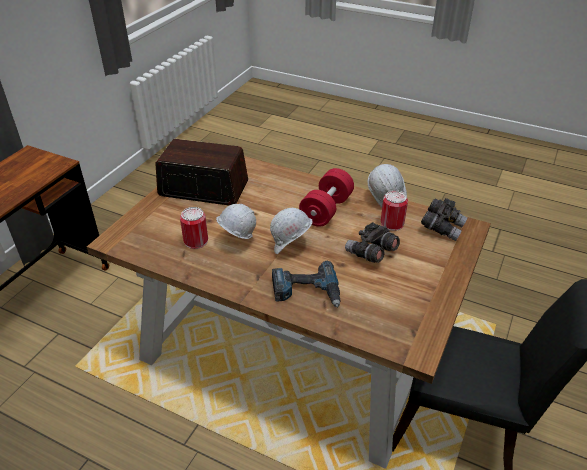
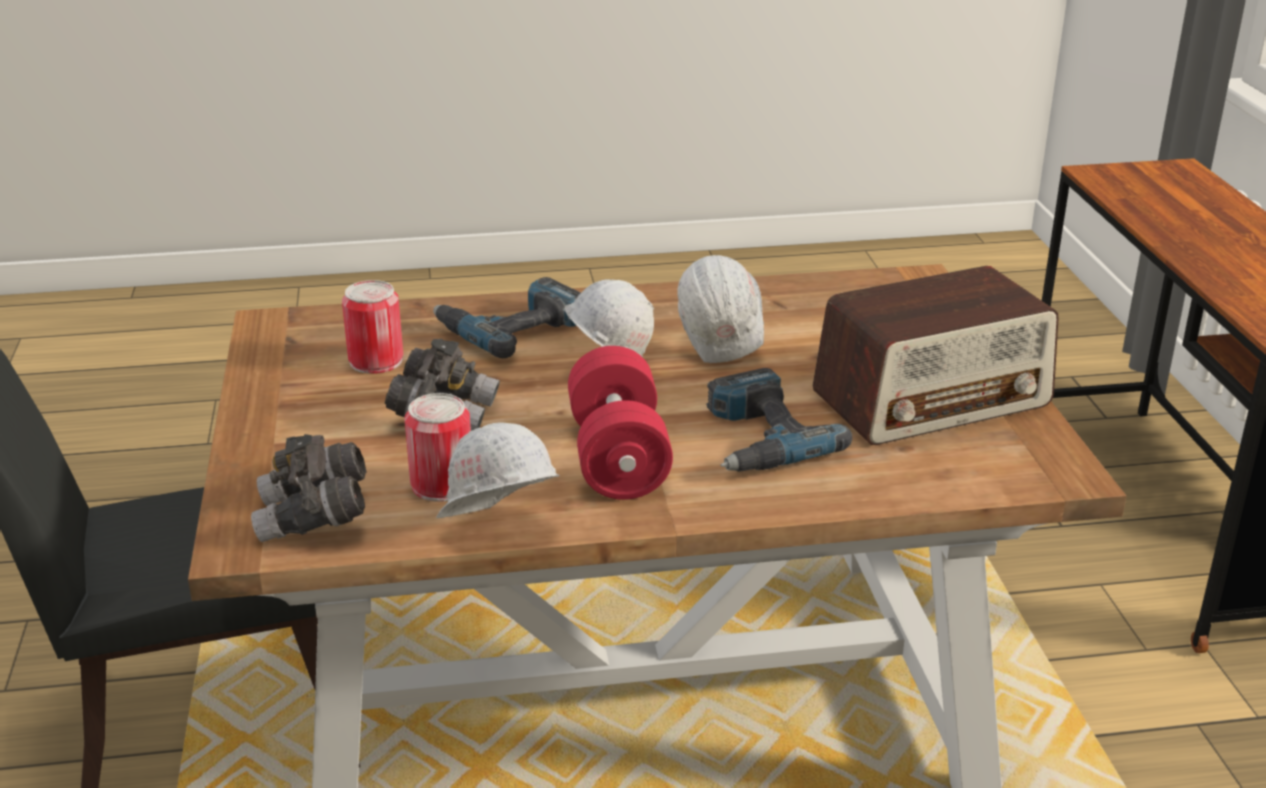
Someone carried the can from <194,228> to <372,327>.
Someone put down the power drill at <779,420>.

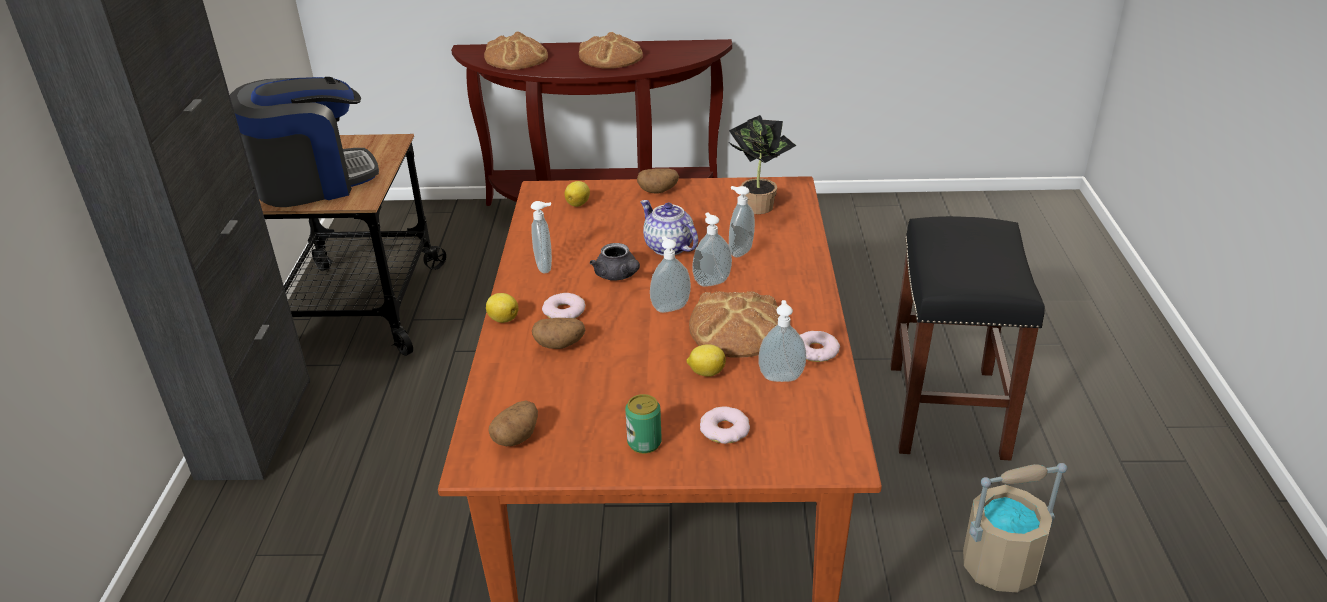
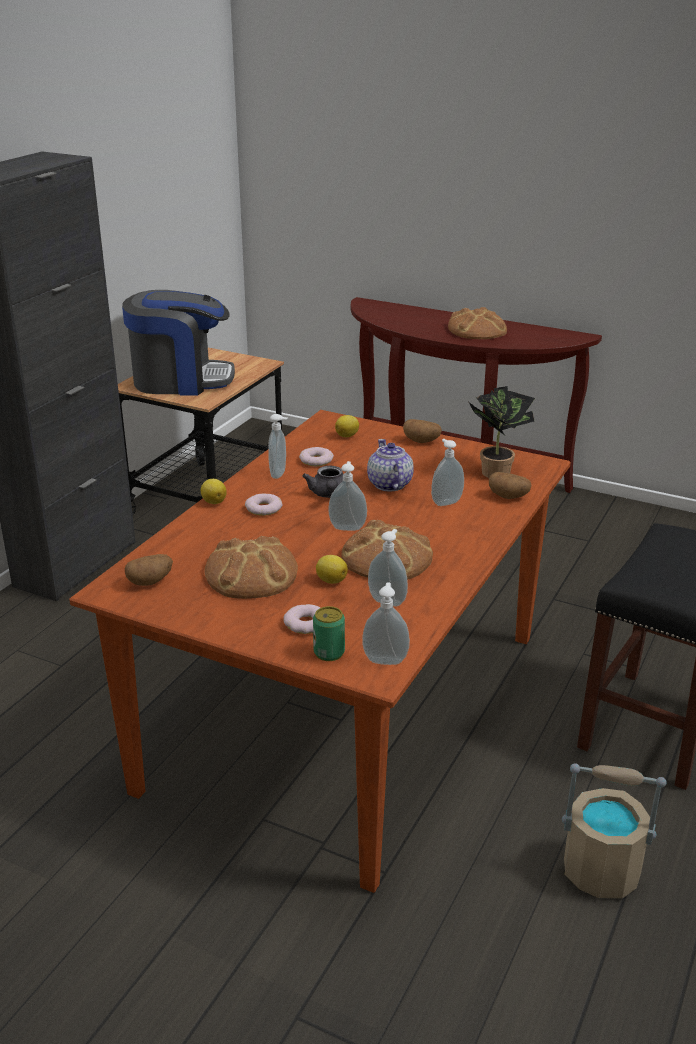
Someone carried the bread from <516,50> to <251,567>.
Someone carried the soap dispenser from <712,249> to <386,623>.
Someone carried the potato from <558,333> to <510,485>.
Someone carried the donut from <820,346> to <316,456>.
Someone carried the can from <643,424> to <329,633>.

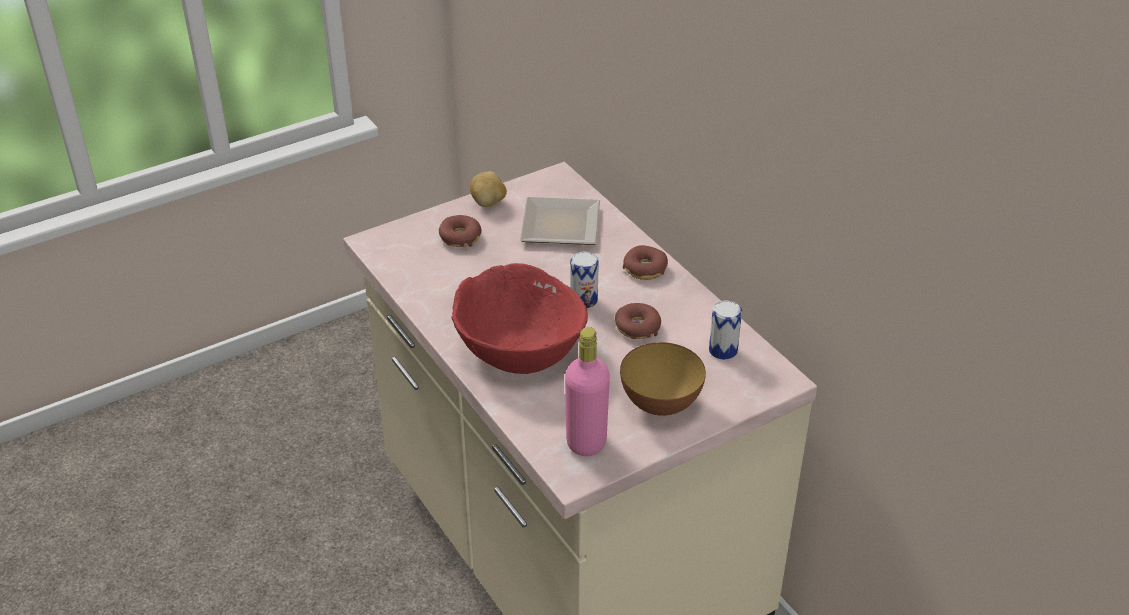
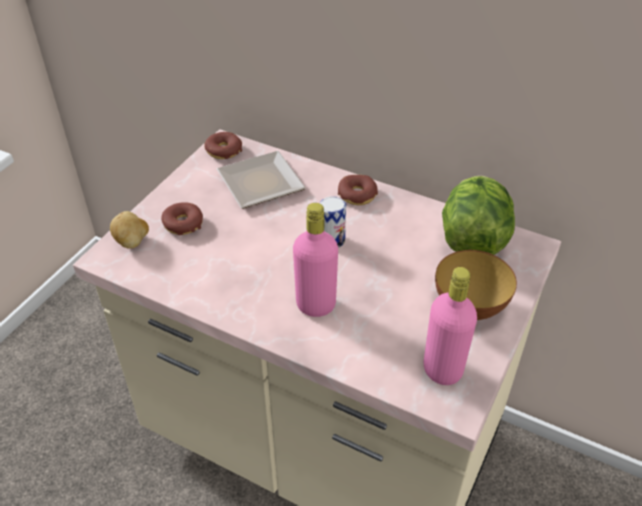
Someone carried the potato from <488,189> to <129,230>.
Someone swapped the red bowl at <519,318> for the pink bottle at <315,260>.
Someone swapped the can at <725,330> for the lettuce at <478,215>.
Someone carried the donut from <638,321> to <223,145>.

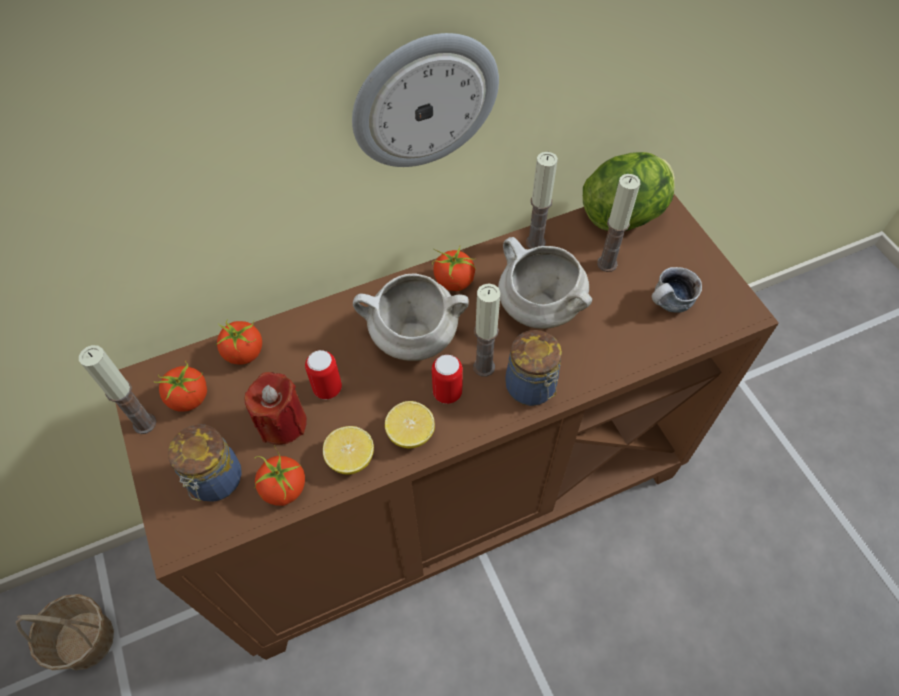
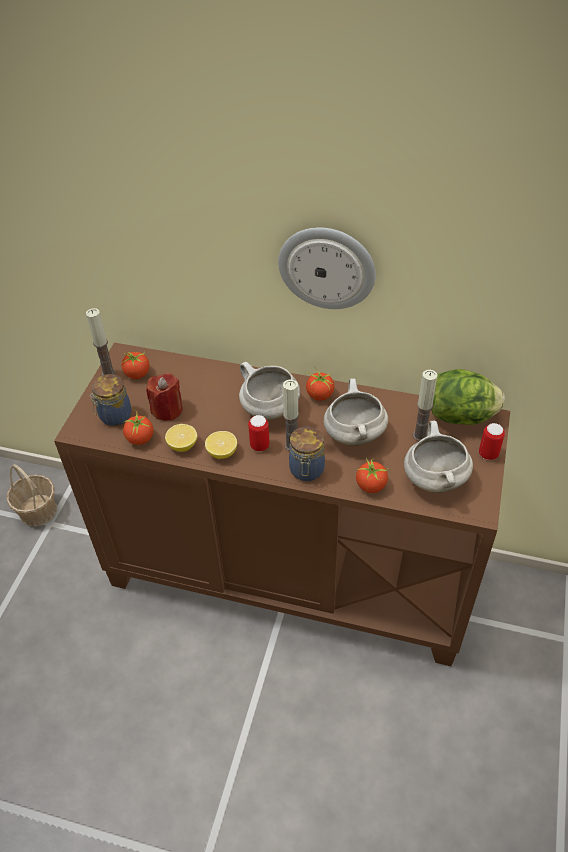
Someone took away the candle at <542,200>.
Someone swapped the mug at <677,290> for the white cooking pot at <438,456>.
Someone carried the tomato from <238,342> to <372,475>.
Someone carried the can from <323,375> to <492,441>.

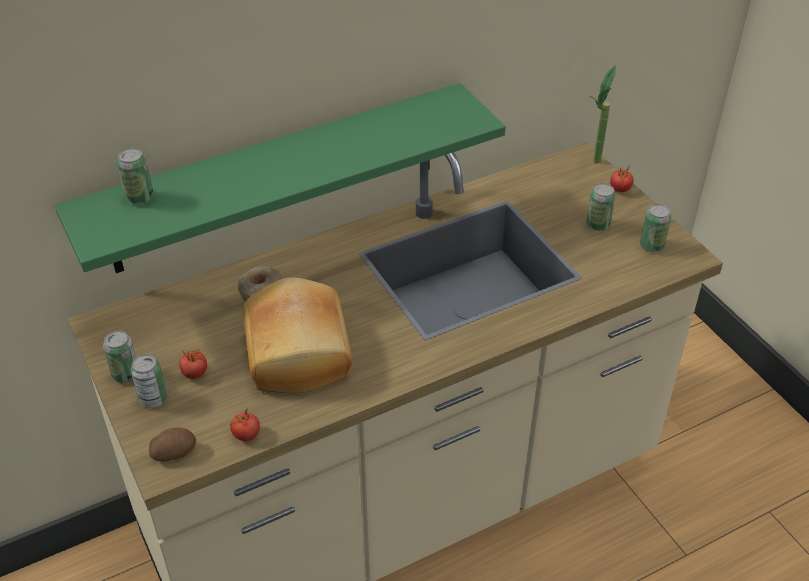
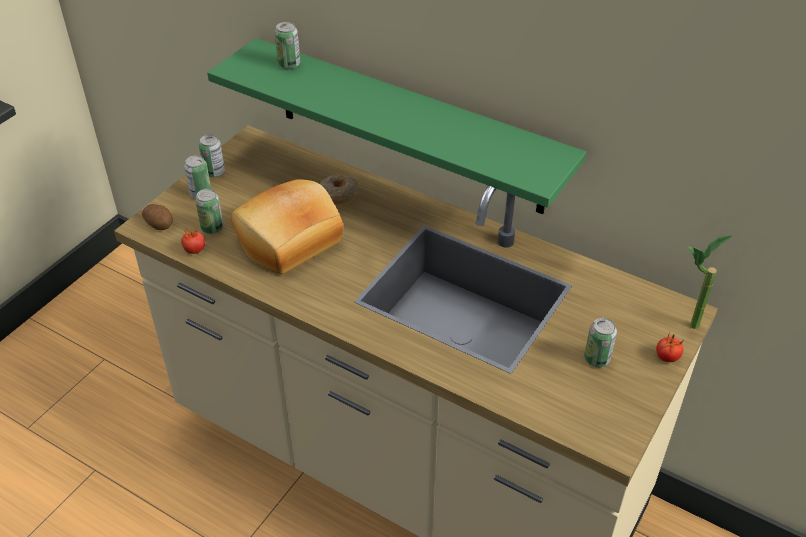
Someone carried the can from <655,228> to <209,211>.
Someone took away the tomato at <193,364>.

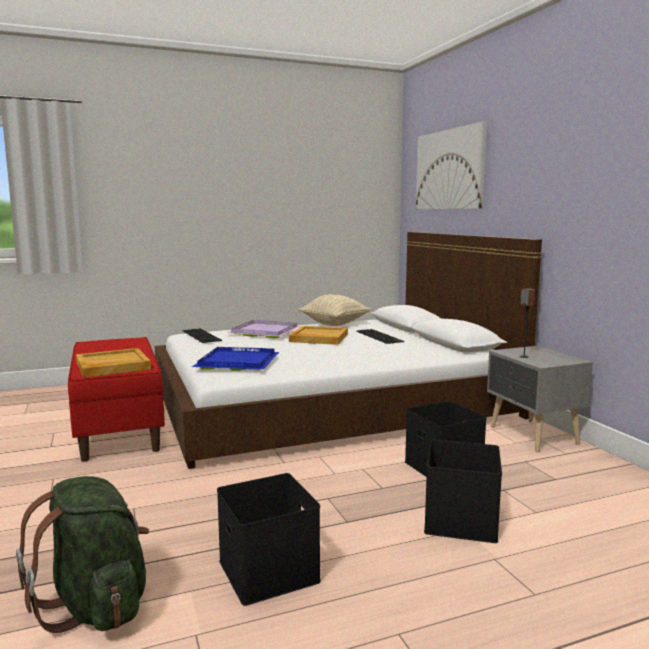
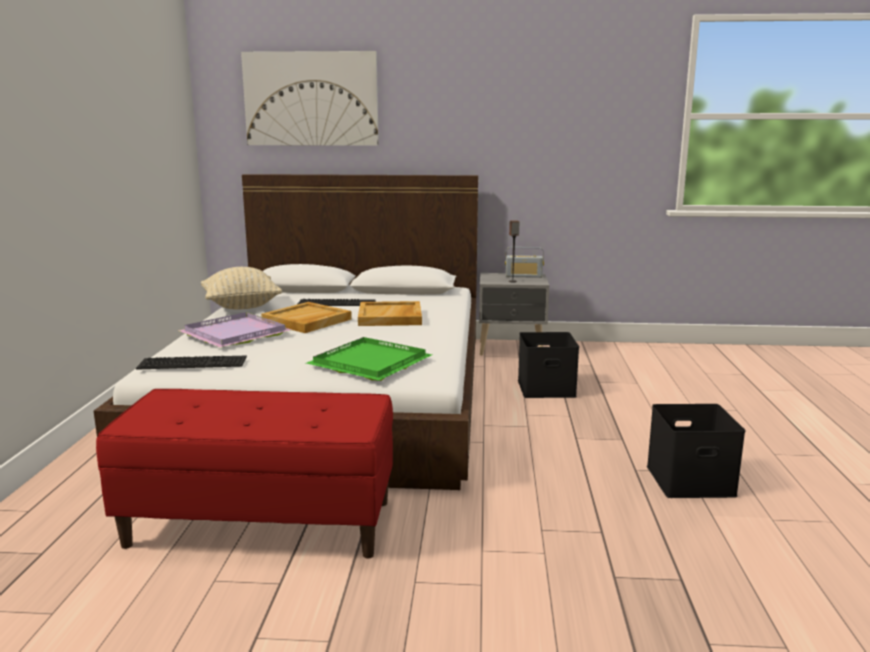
Someone repainted the blue tray at <235,359>, which became the green tray at <369,359>.
Someone carried the beige tray from <113,363> to <390,313>.
Someone took away the black storage box at <463,491>.
Someone took away the green backpack at <82,554>.
Someone put down the radio at <524,262>.

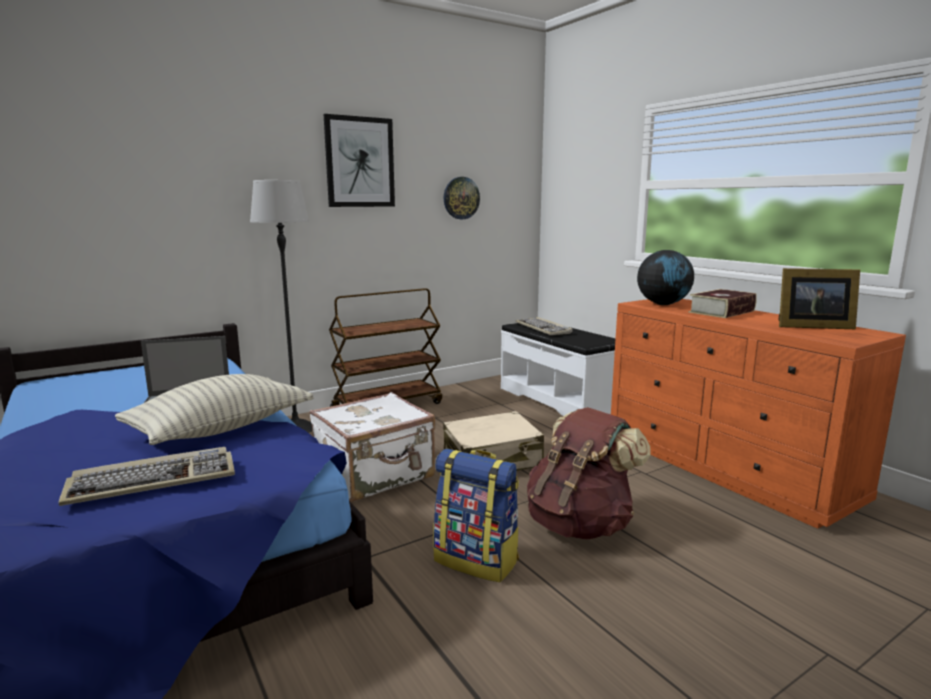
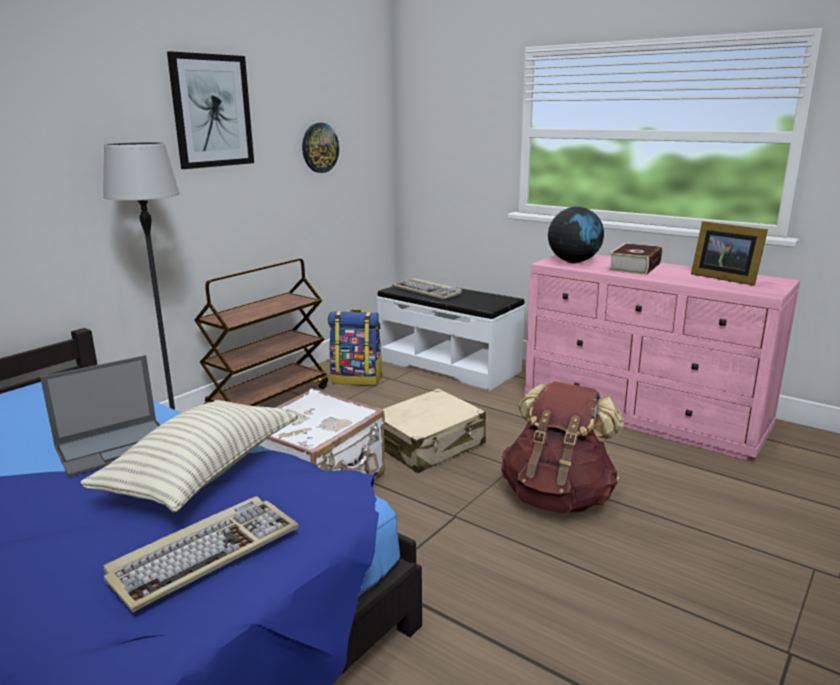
Someone rotated the picture frame at <819,298> by 60 degrees clockwise.
Someone repainted the orange dresser at <758,414>, which became the pink dresser at <662,357>.
Someone carried the backpack from <476,516> to <355,347>.

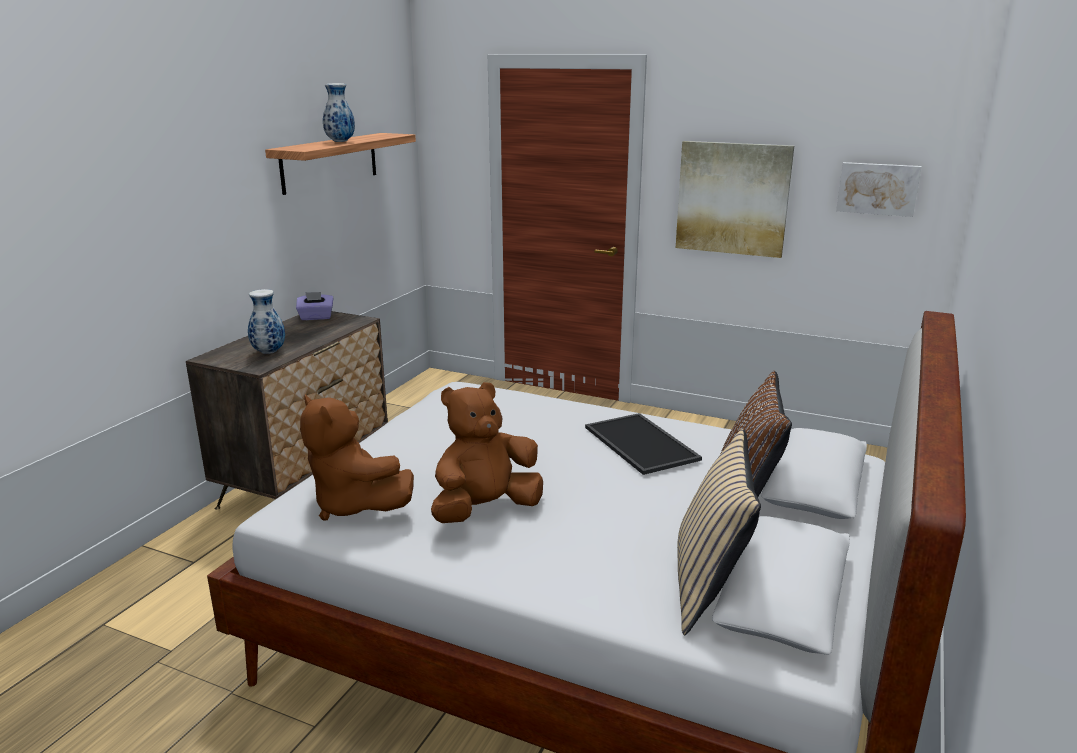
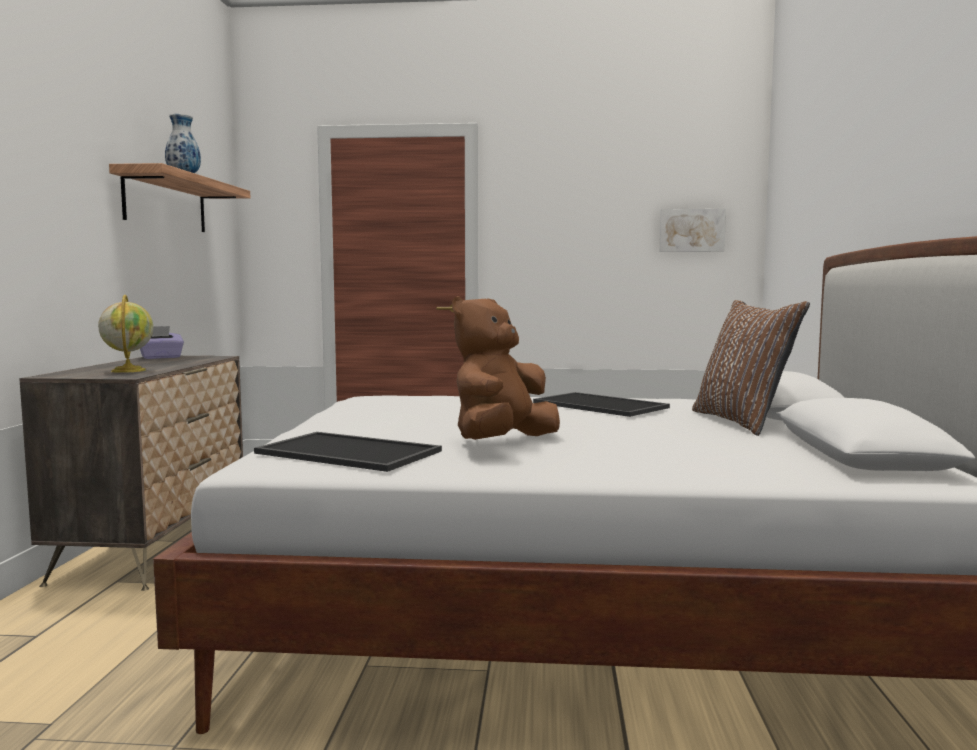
Someone took away the picture at <735,199>.
Someone swapped the vase at <266,321> for the globe at <125,334>.
Someone swapped the brown plush toy at <357,457> for the tray at <348,452>.
Someone took away the beige pillow at <719,532>.

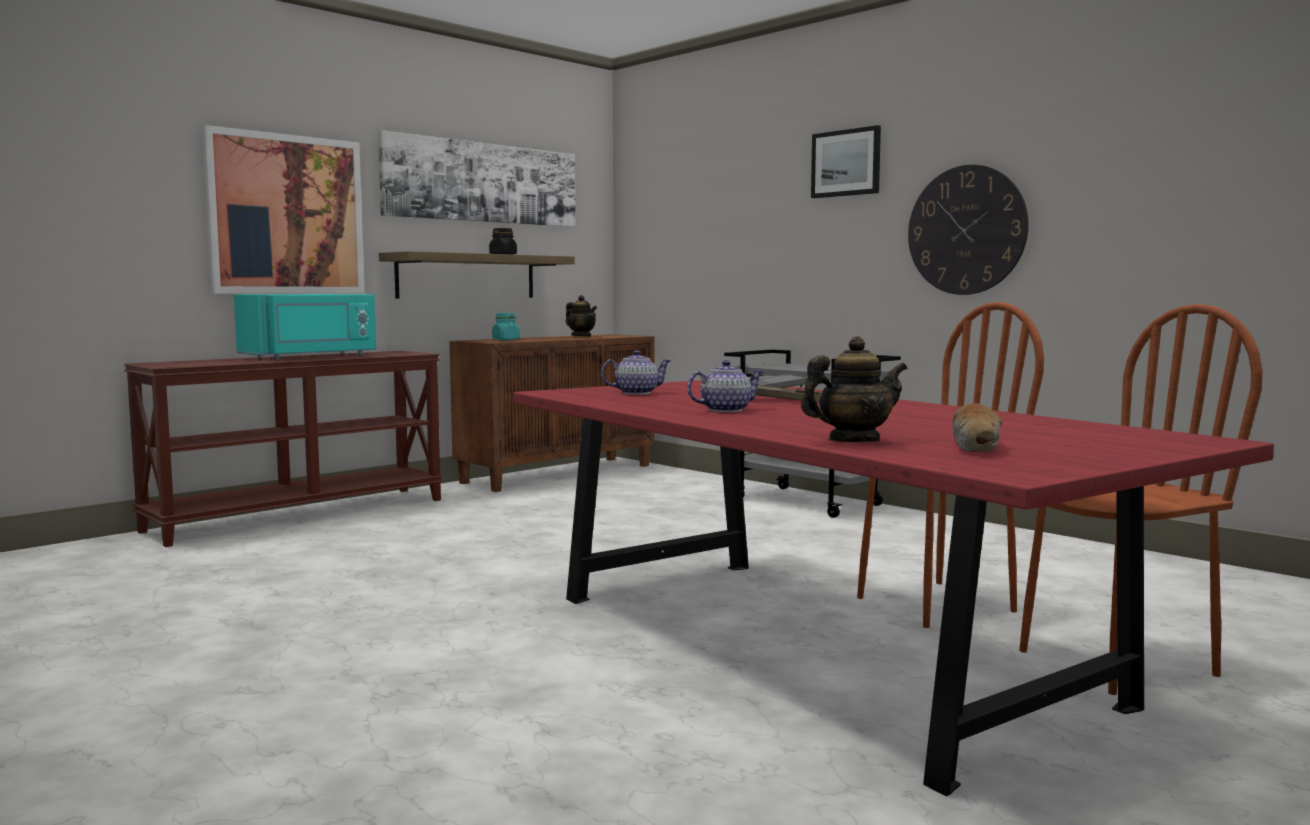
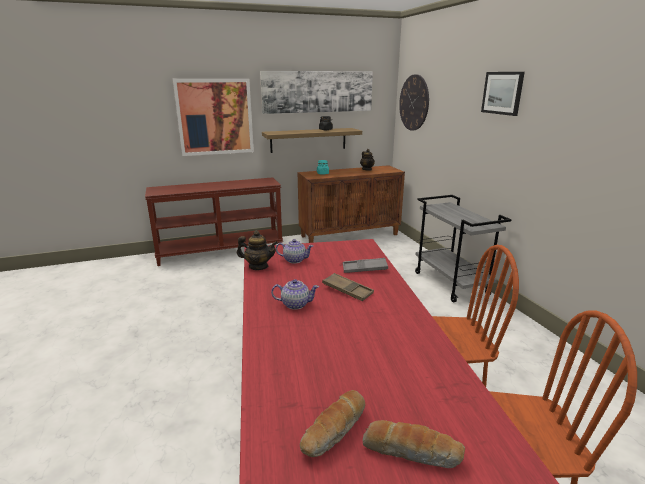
Someone carried the wall clock from <968,229> to <414,102>.
Someone took away the turquoise microwave at <305,327>.
Someone carried the teapot from <854,389> to <257,250>.
Someone put down the bread at <414,444>.

